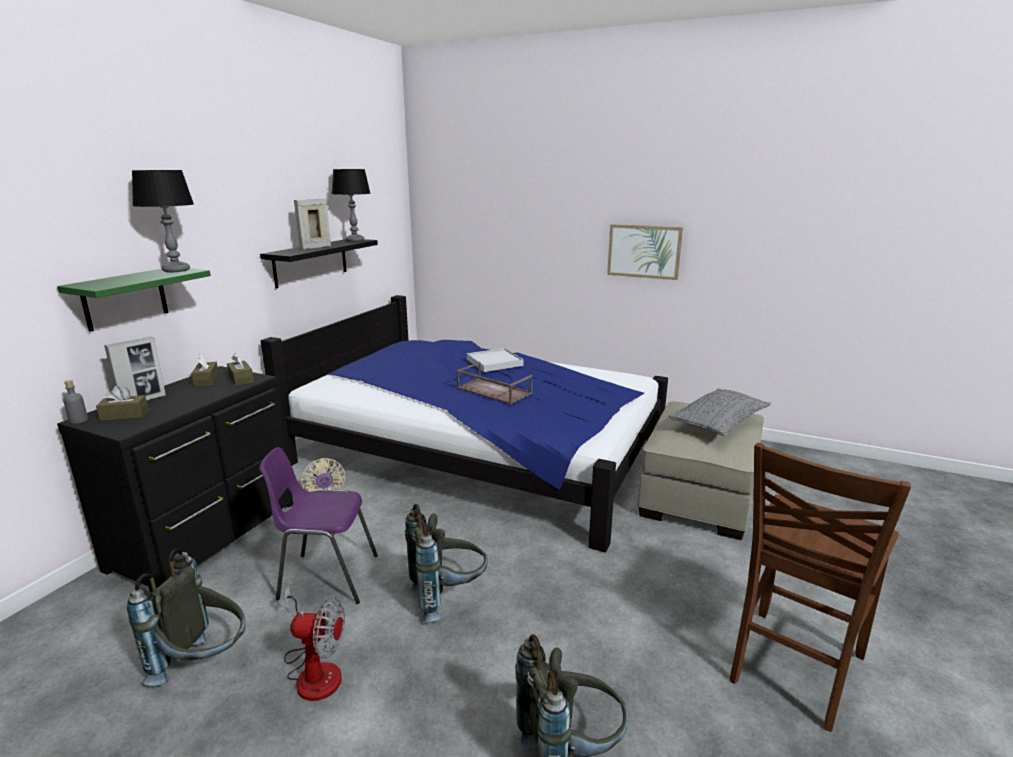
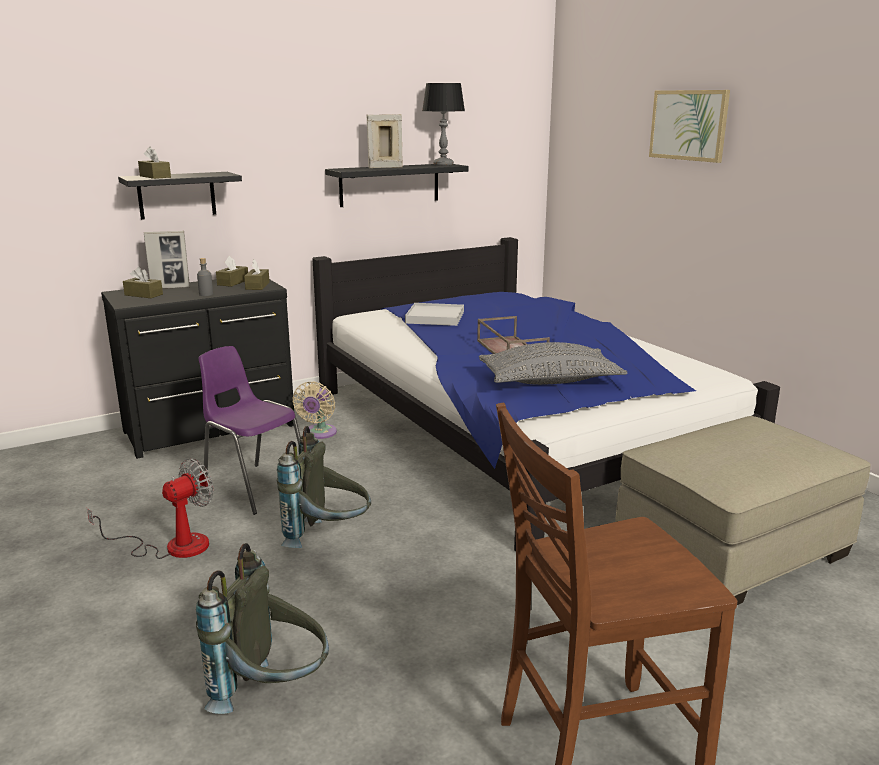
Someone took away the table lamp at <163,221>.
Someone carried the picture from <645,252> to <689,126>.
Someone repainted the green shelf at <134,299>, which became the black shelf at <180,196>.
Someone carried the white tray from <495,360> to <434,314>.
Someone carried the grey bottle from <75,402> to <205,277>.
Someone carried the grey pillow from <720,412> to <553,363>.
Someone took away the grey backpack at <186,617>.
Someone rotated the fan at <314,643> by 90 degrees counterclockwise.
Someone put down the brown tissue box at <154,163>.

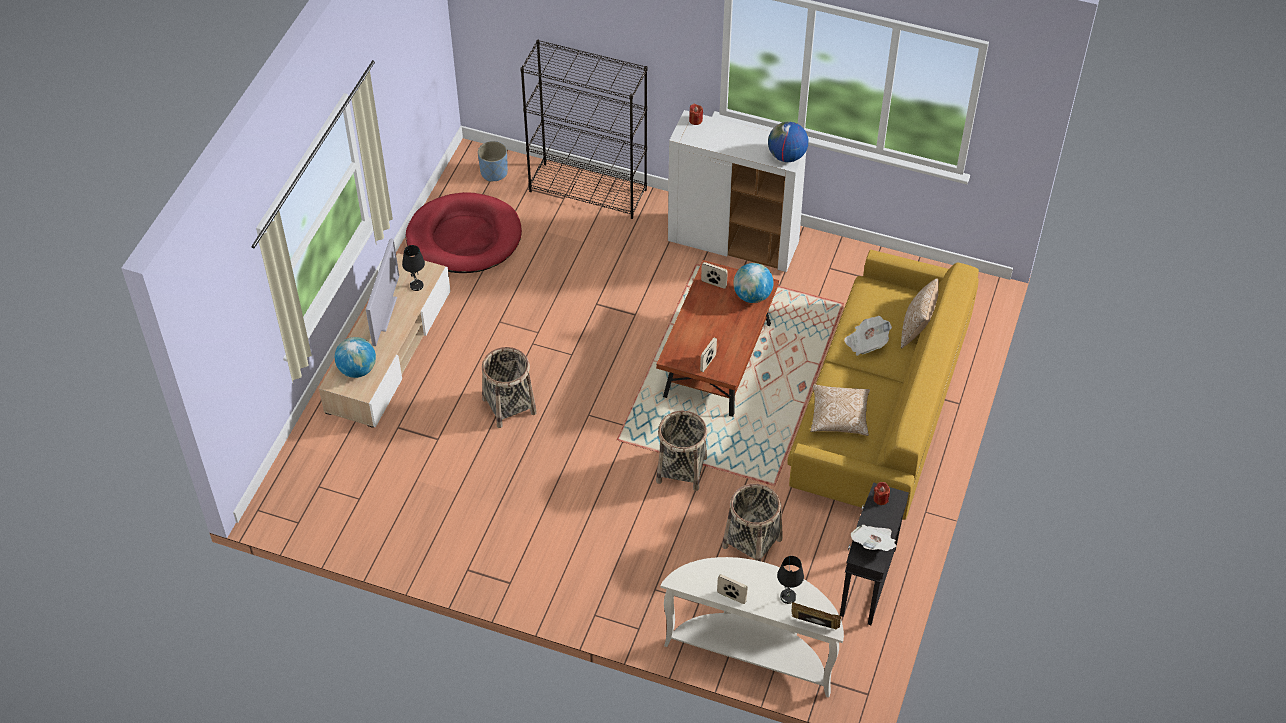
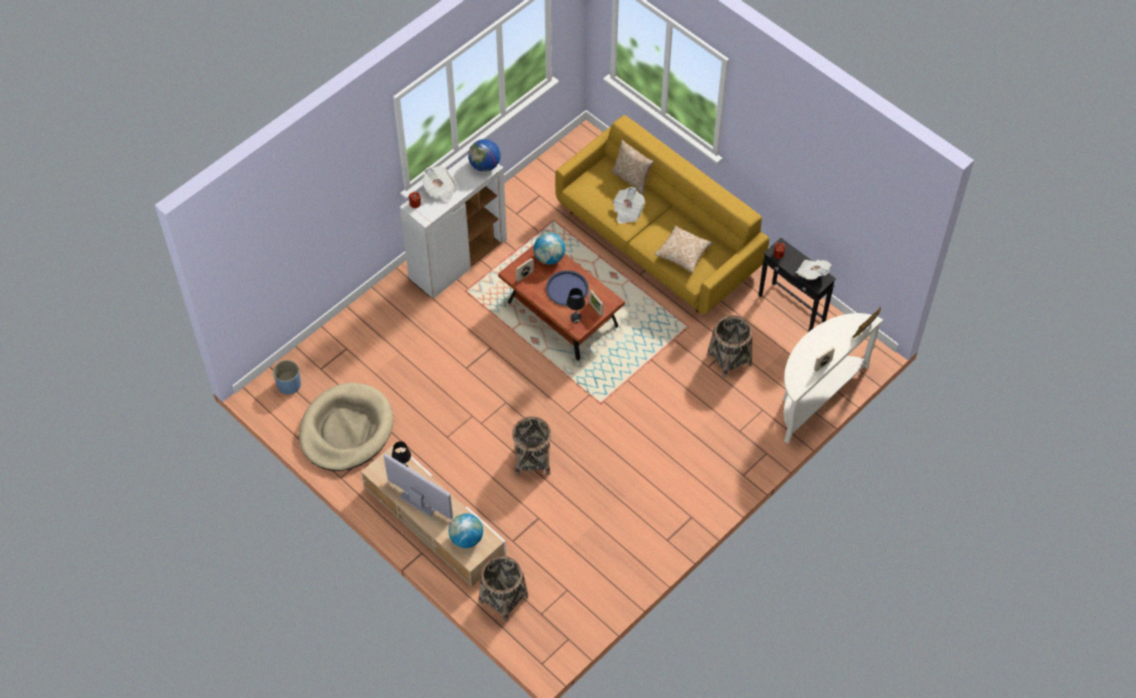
Someone took away the black bookcase at <583,129>.
Someone repainted the red dog bed at <463,232>, which became the beige dog bed at <346,426>.
Someone carried the basket from <681,451> to <503,589>.
Someone carried the black table lamp from <790,580> to <576,305>.
Someone put down the newspaper at <439,184>.
Someone put down the blue tray at <567,288>.

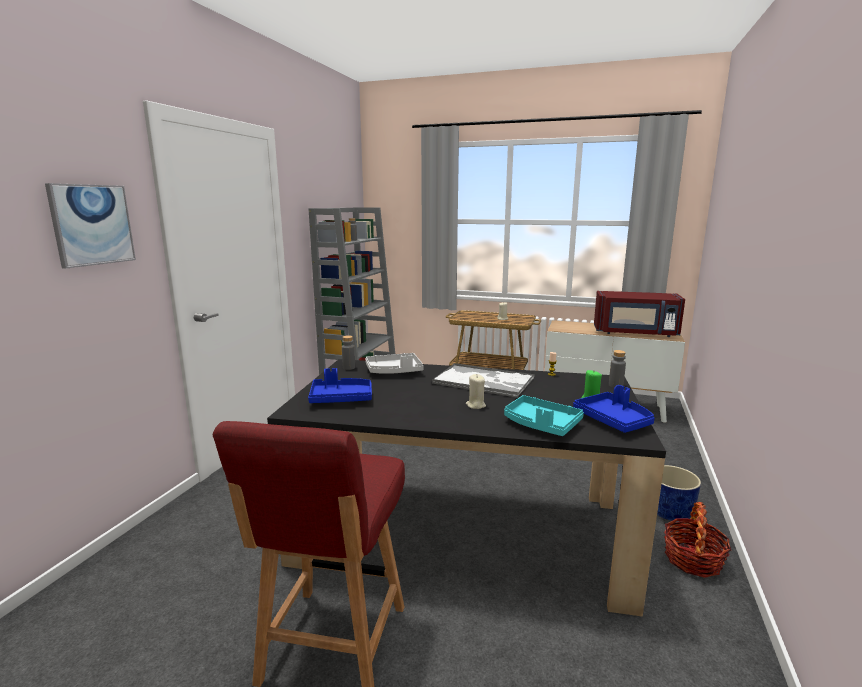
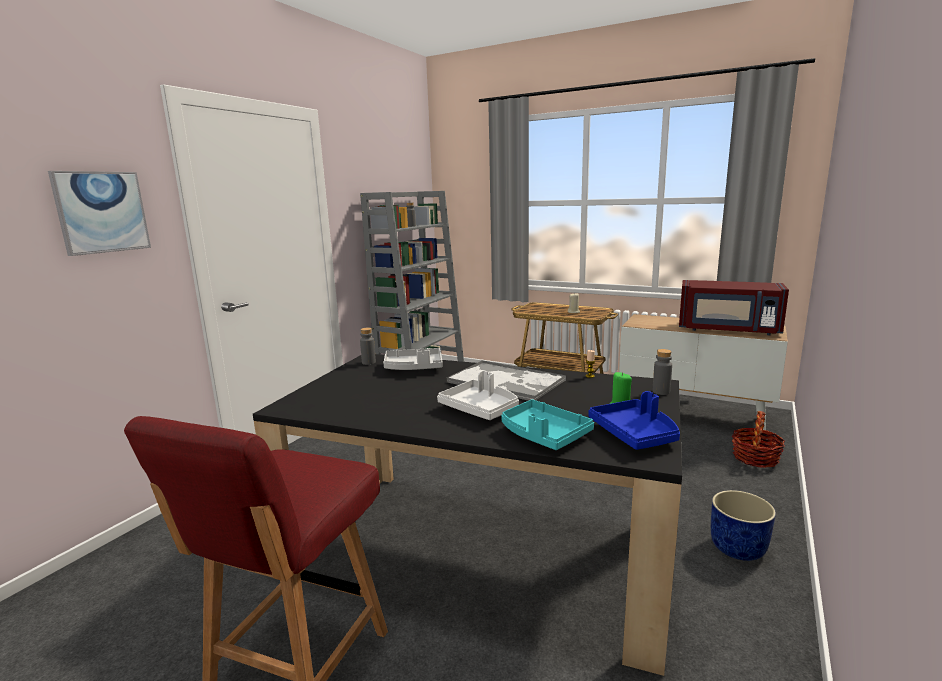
Someone took away the blue tray at <340,385>.
Someone swapped the beige candle at <476,391> for the white tray at <478,395>.
Someone carried the basket from <697,540> to <758,439>.

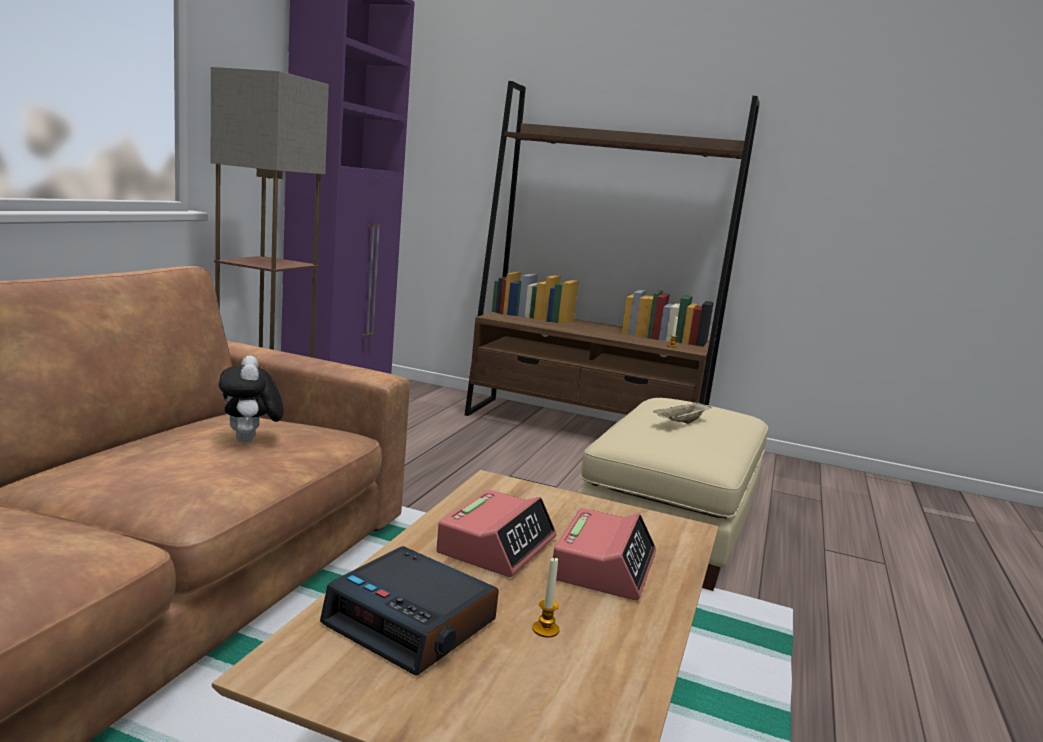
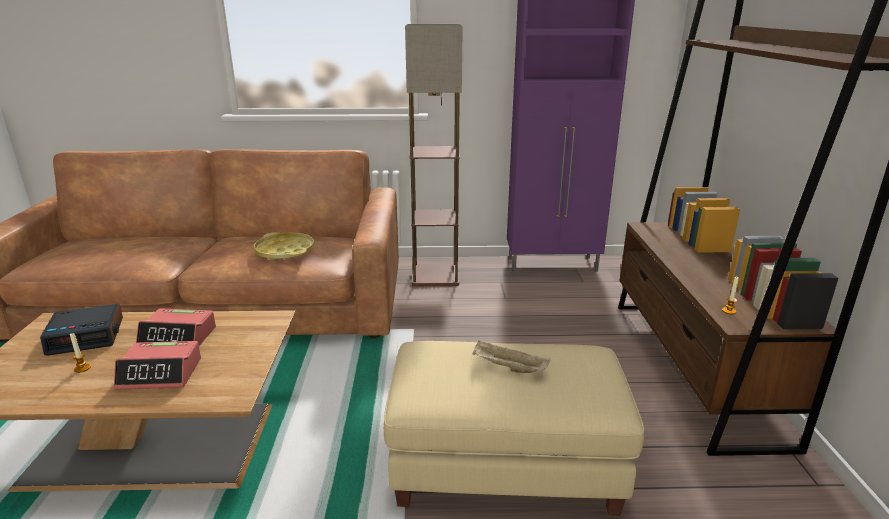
Someone swapped the plush toy at <251,399> for the yellow tray at <284,246>.
Someone rotated the alarm clock at <409,611> by 120 degrees counterclockwise.

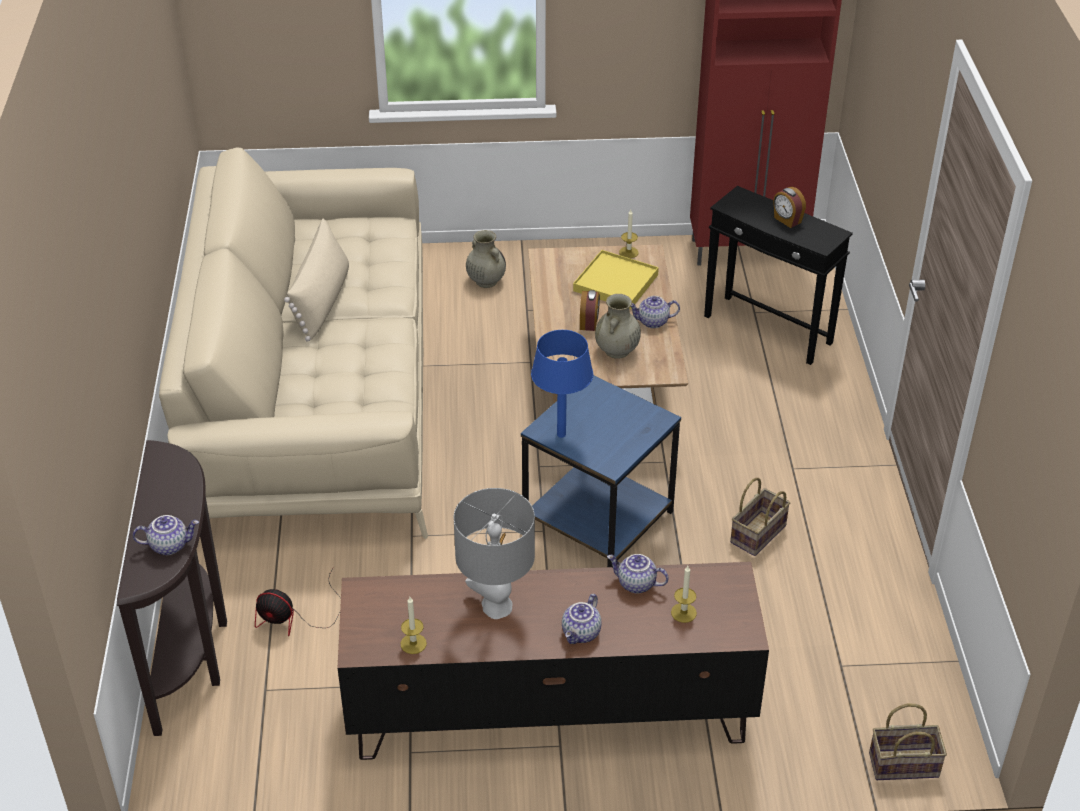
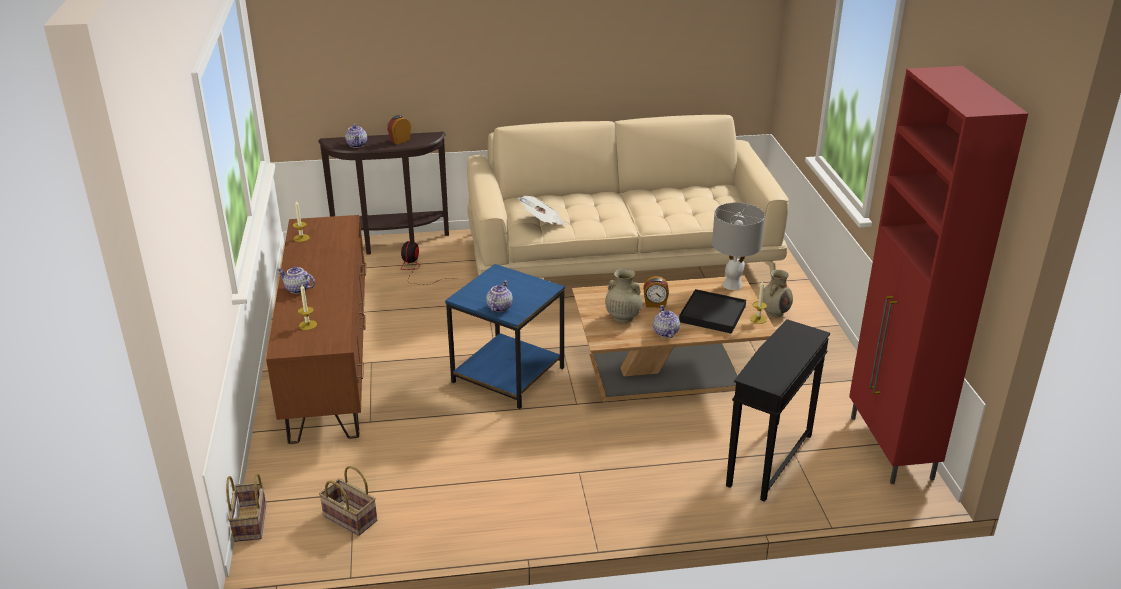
Someone carried the alarm clock from <789,207> to <399,129>.
Someone took away the beige pillow at <316,280>.
Someone repainted the yellow tray at <616,279>, which became the black tray at <712,311>.
Someone took away the blue table lamp at <562,384>.
Someone carried the basket from <760,517> to <348,501>.
Someone carried the grey table lamp from <494,553> to <738,246>.
Someone carried the teapot from <638,574> to <499,296>.
Someone put down the newspaper at <542,210>.

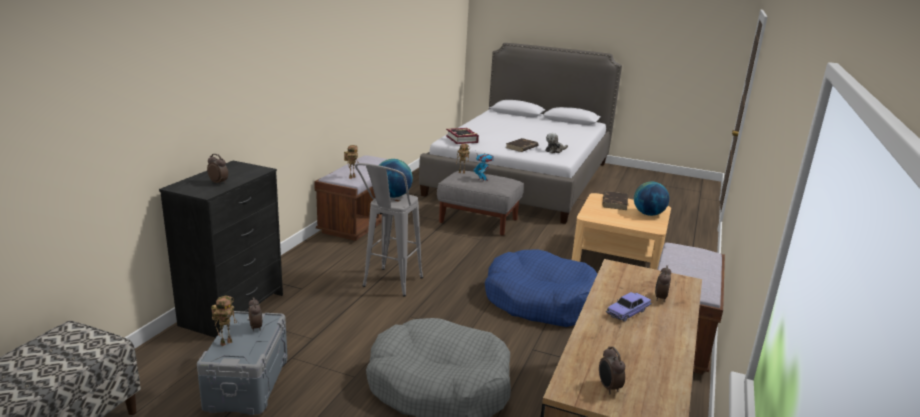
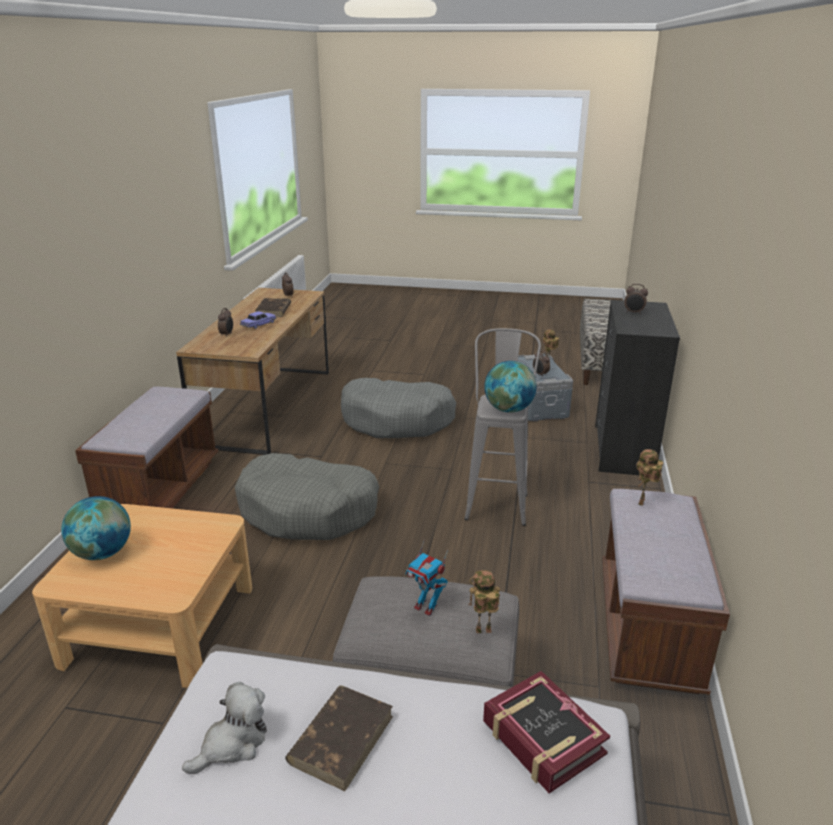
Someone carried the brown book from <615,200> to <273,307>.
Someone repainted the blue dog bed at <541,288>, which became the grey dog bed at <307,496>.

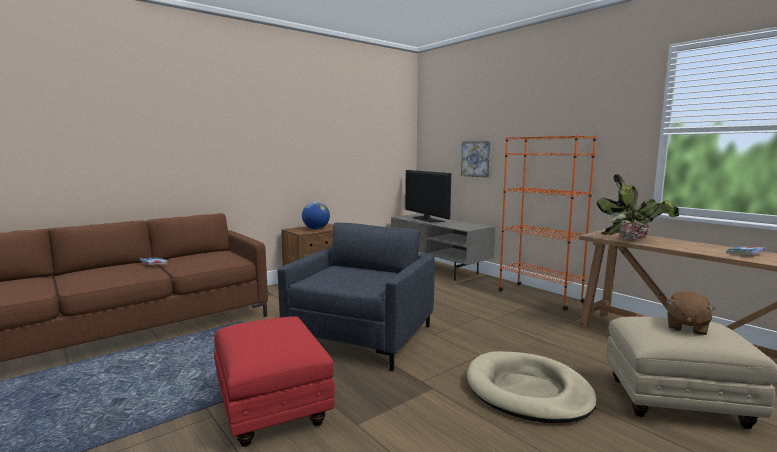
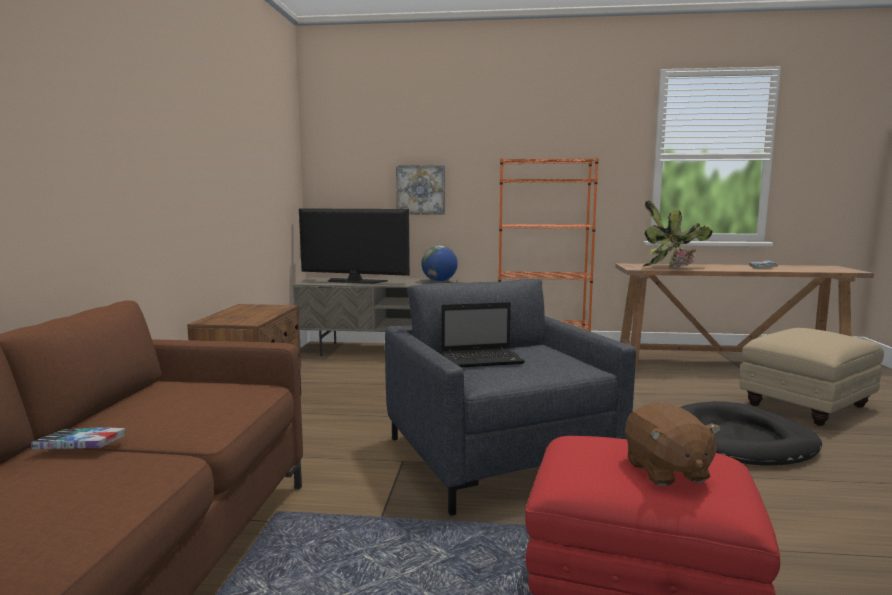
Someone carried the globe from <316,215> to <439,263>.
Someone carried the brown plush toy from <691,313> to <673,444>.
Someone repainted the beige dog bed at <532,387>, which became the black dog bed at <751,433>.
Someone put down the laptop at <483,335>.

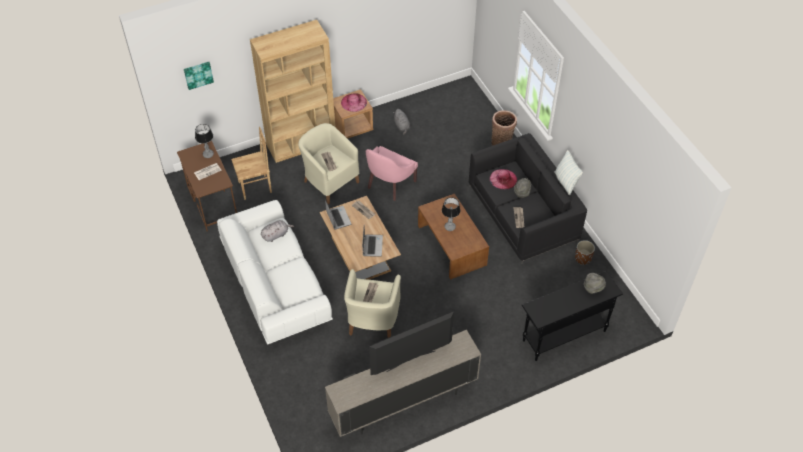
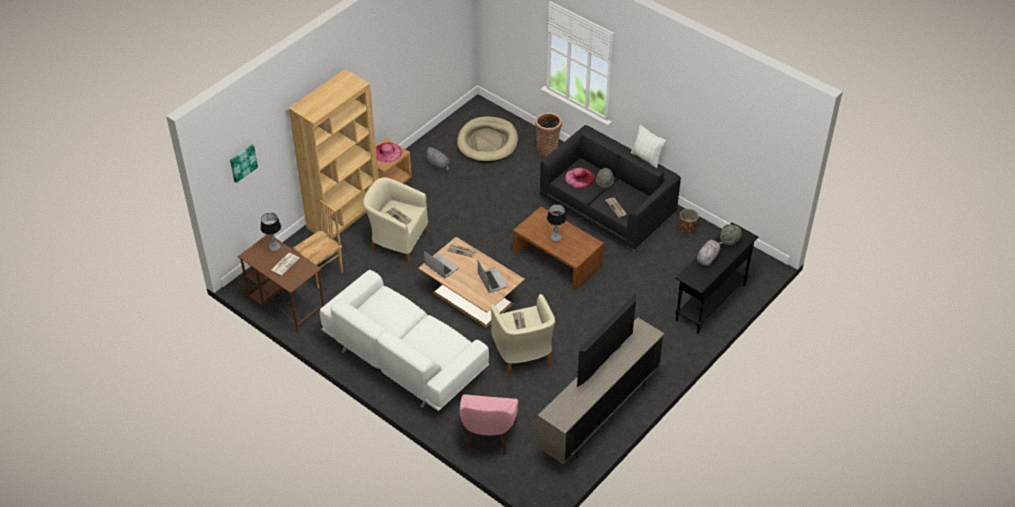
Someone carried the pink armchair from <392,173> to <488,424>.
Someone carried the grey plush toy from <277,231> to <710,253>.
Someone put down the beige dog bed at <487,139>.

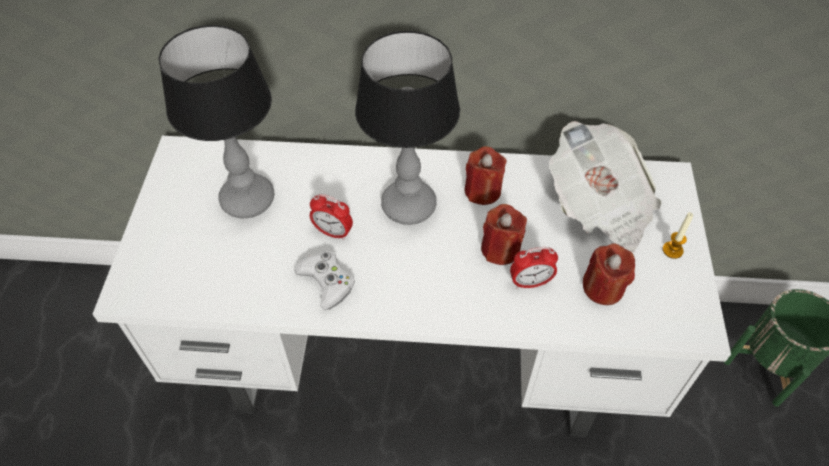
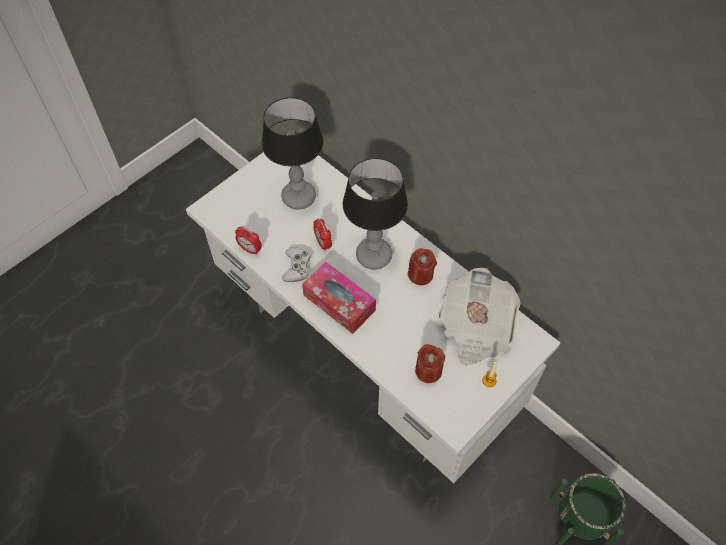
Someone took away the red candle at <504,234>.
Someone carried the alarm clock from <534,267> to <248,240>.
Someone put down the tissue box at <339,298>.

